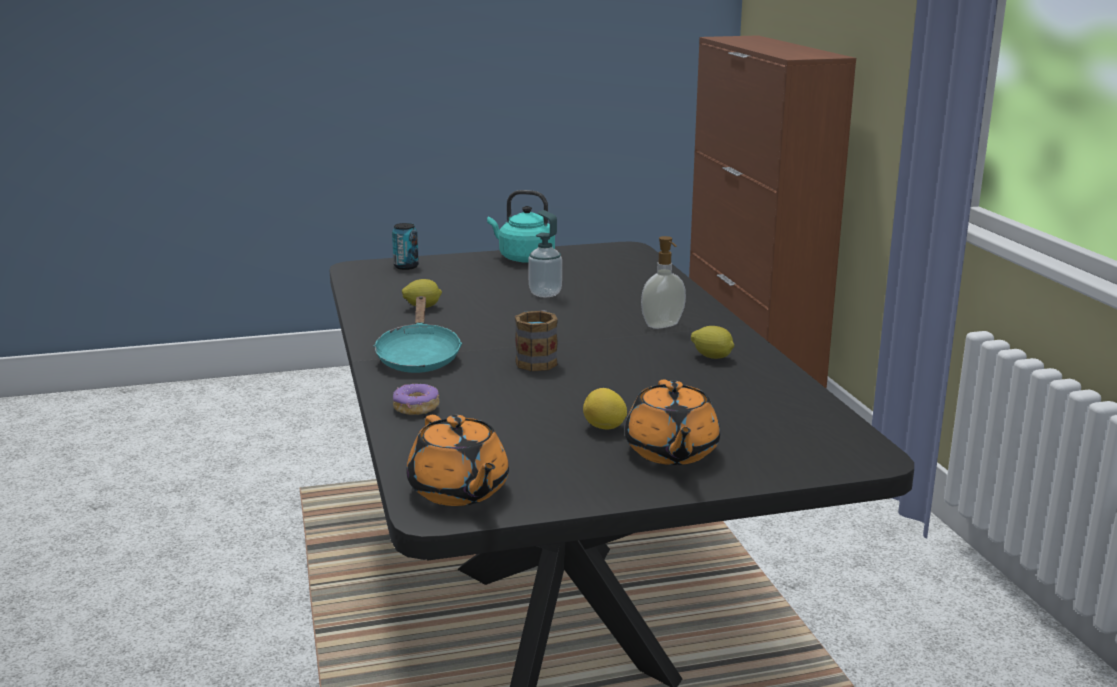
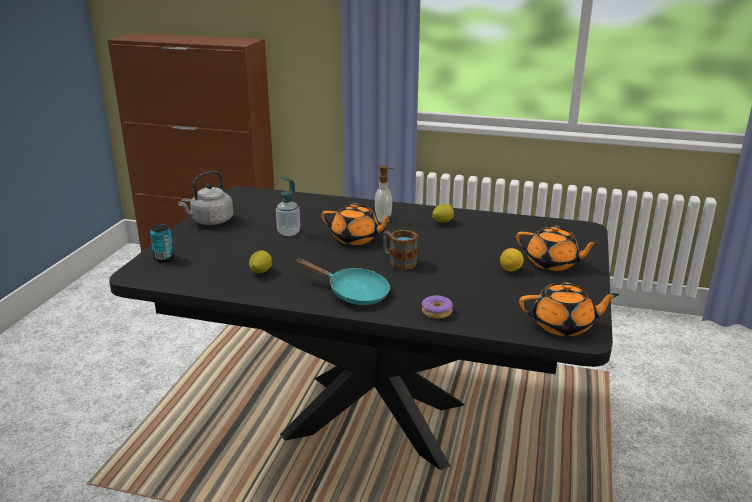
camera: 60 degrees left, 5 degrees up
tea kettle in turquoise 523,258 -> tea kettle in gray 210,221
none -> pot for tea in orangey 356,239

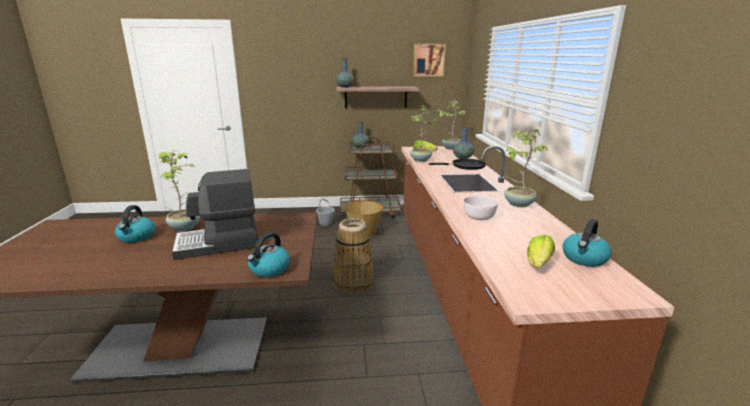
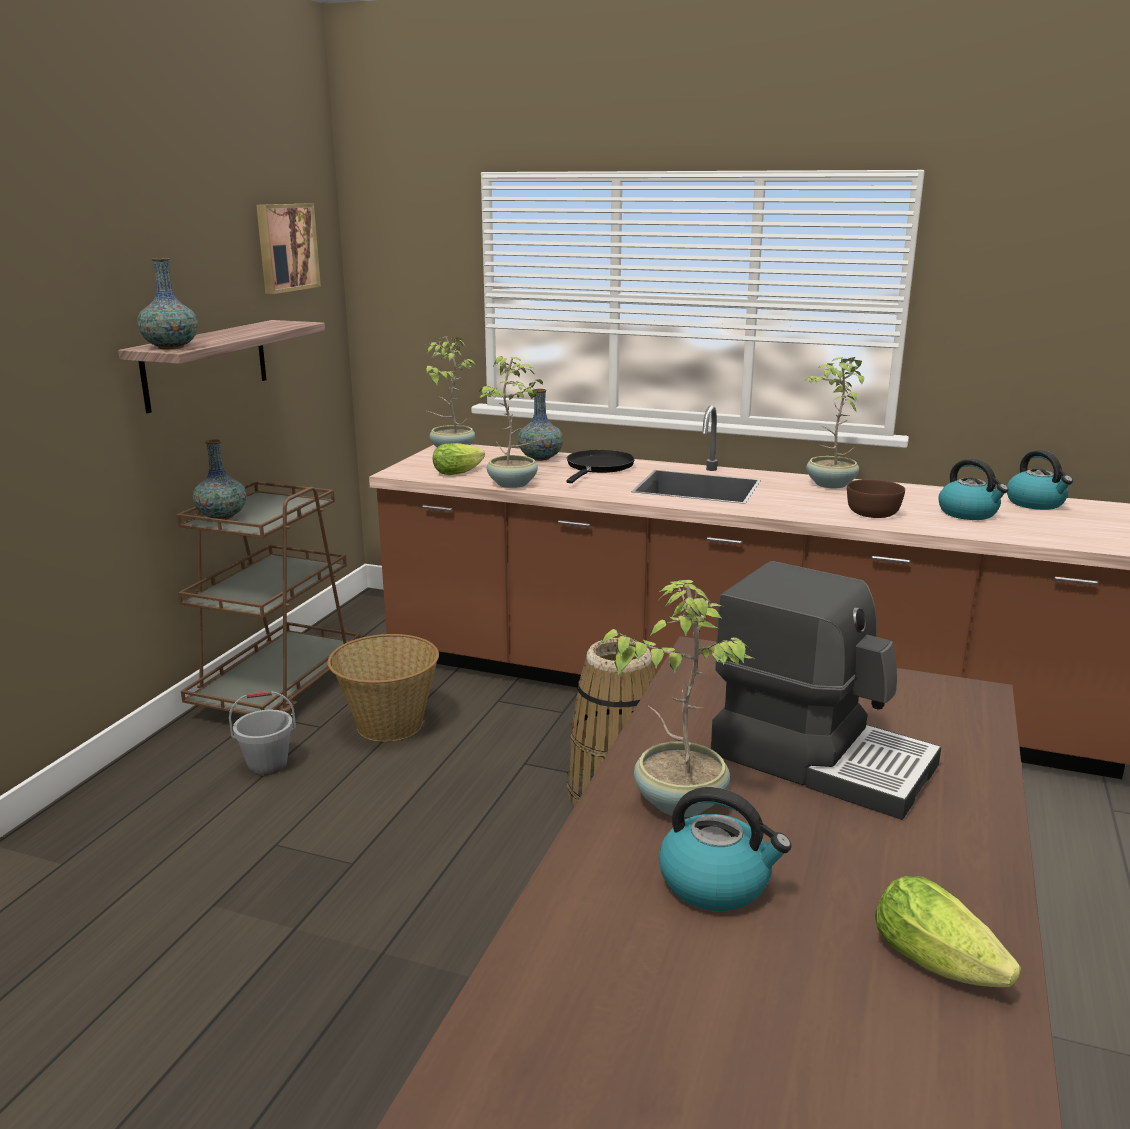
camera: 65 degrees left, 0 degrees up
coffee brewer 218,244 -> coffee brewer 821,758, 60 degrees counterclockwise
serving bowl in white 479,216 -> serving bowl in brown 873,513
tea kettle 269,269 -> tea kettle 968,513, shifted
head of lettuce 538,264 -> head of lettuce 942,965, shifted

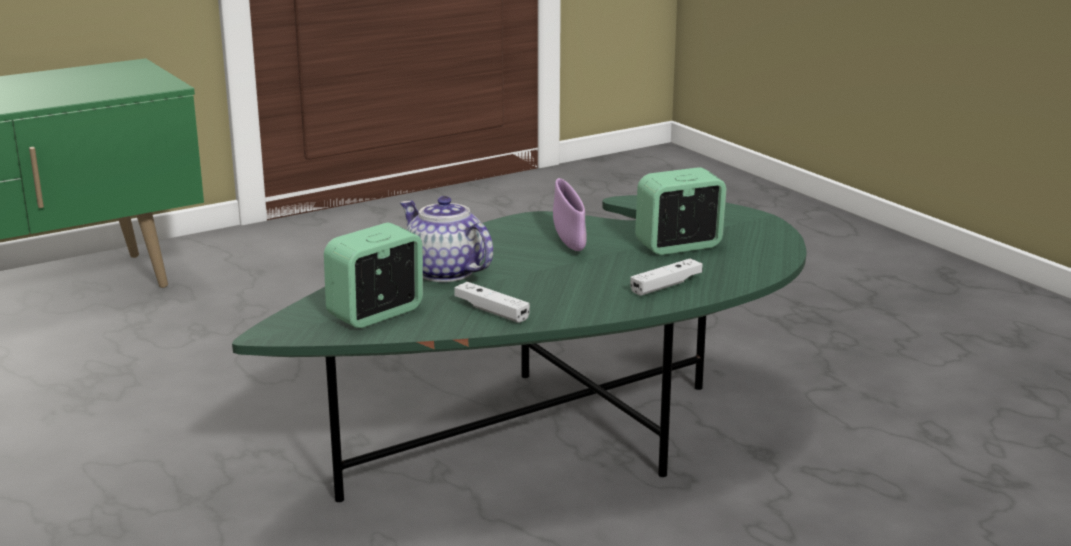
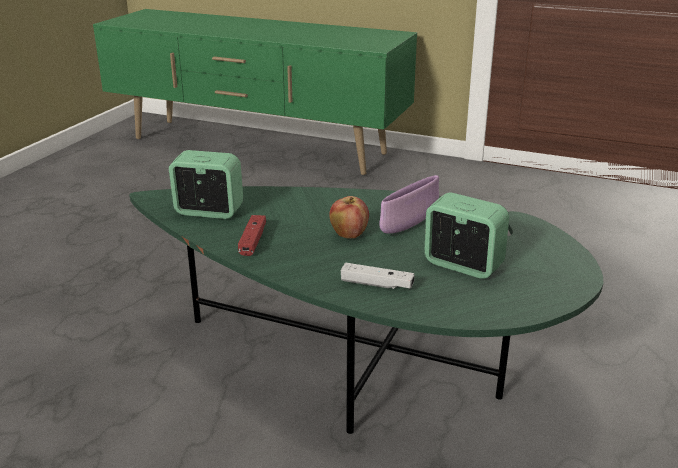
camera: 55 degrees right, 5 degrees up
pot for tea 444,272 -> none
joypad in white 491,311 -> joypad in red-coloured 252,241
none -> apple 349,235

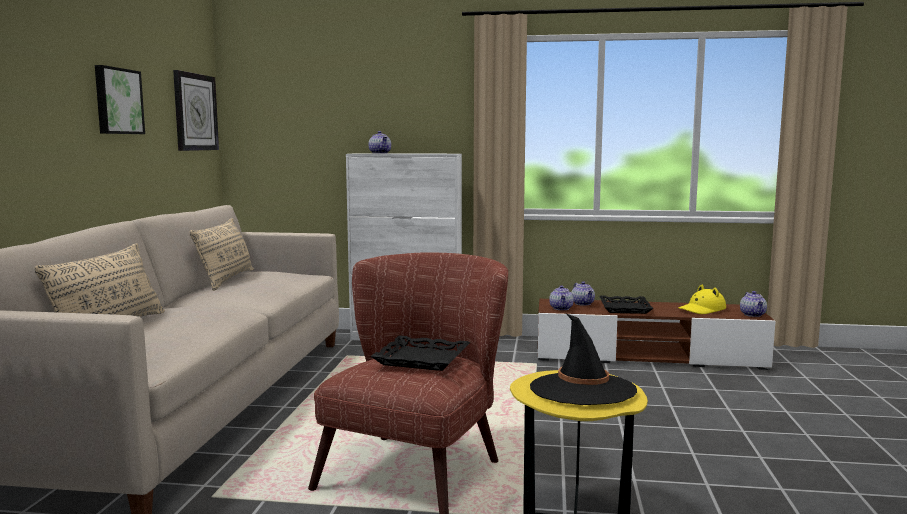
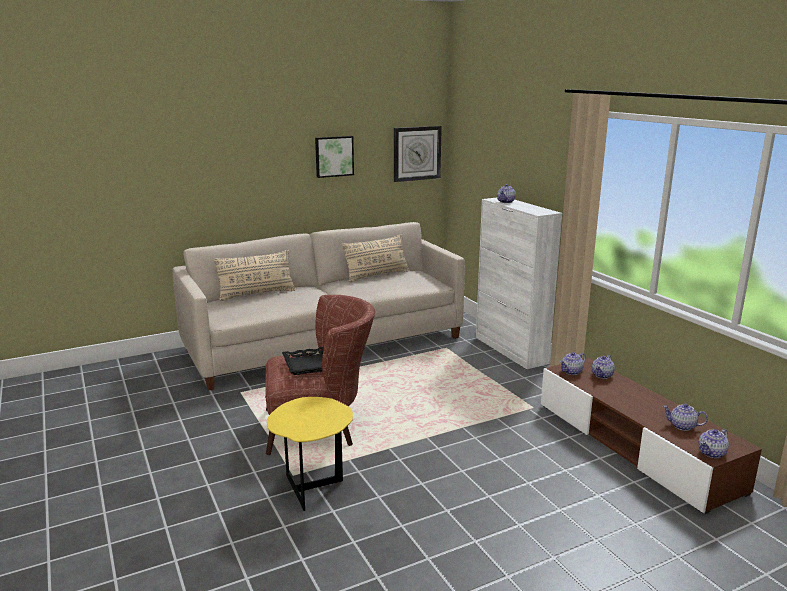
camera: 55 degrees right, 10 degrees up
wearable hat in yellow-coloured 702,310 -> pot for tea 682,426
carrying tray in blackish 625,308 -> none
wearable hat in blackish 582,389 -> none

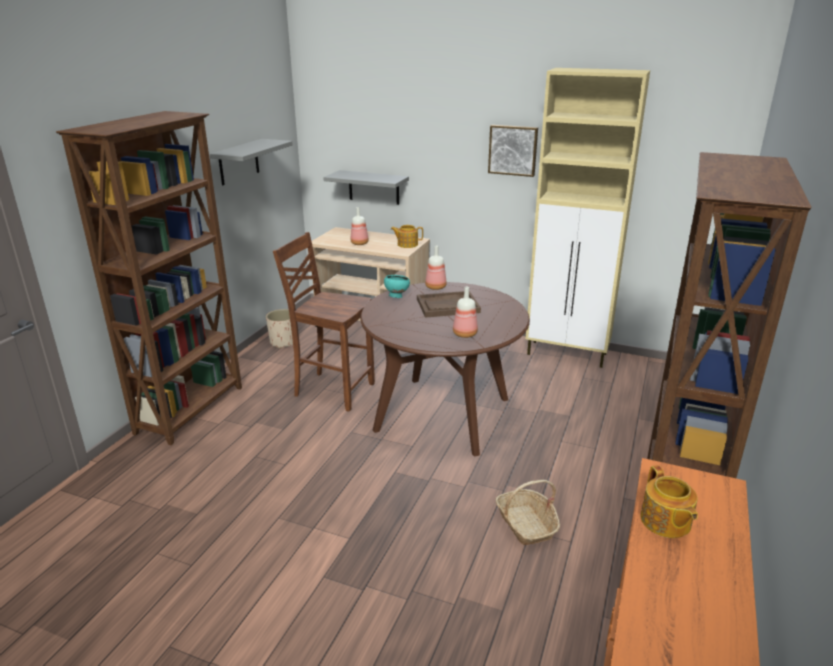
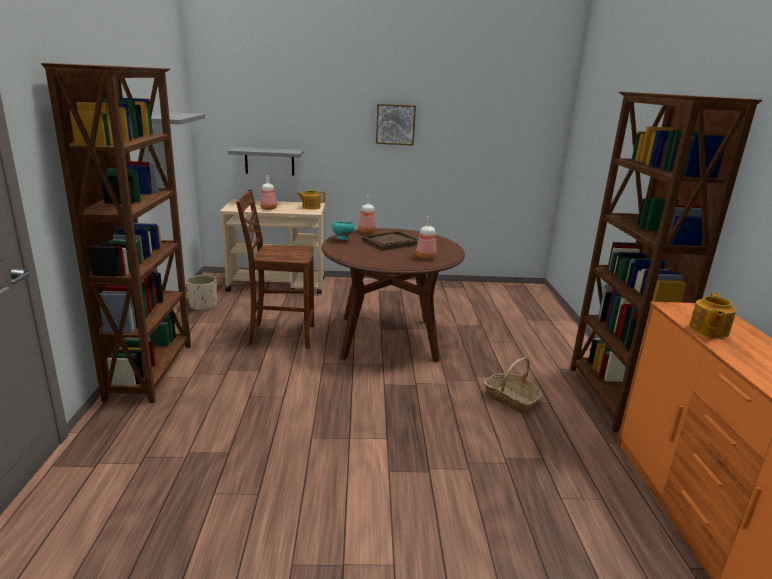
camera: 25 degrees left, 5 degrees down
cabinet in beige 567,354 -> none
pot for tea 665,522 -> pot for tea 708,330, 60 degrees clockwise

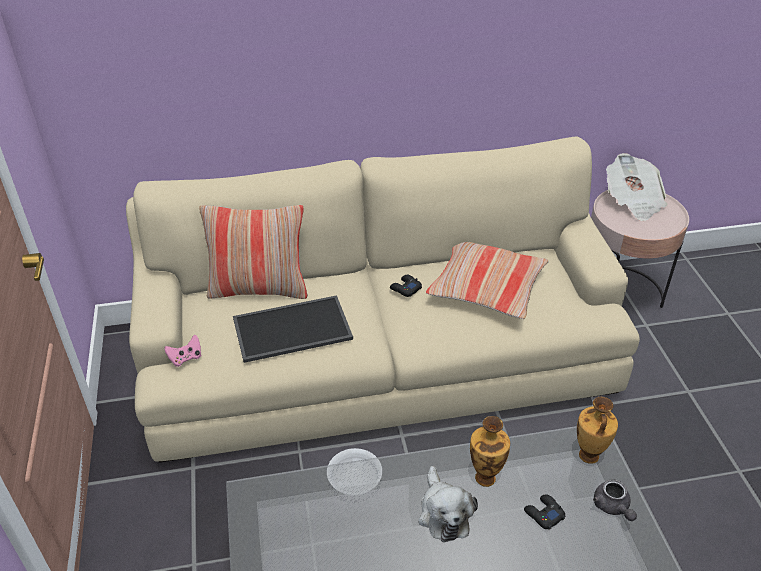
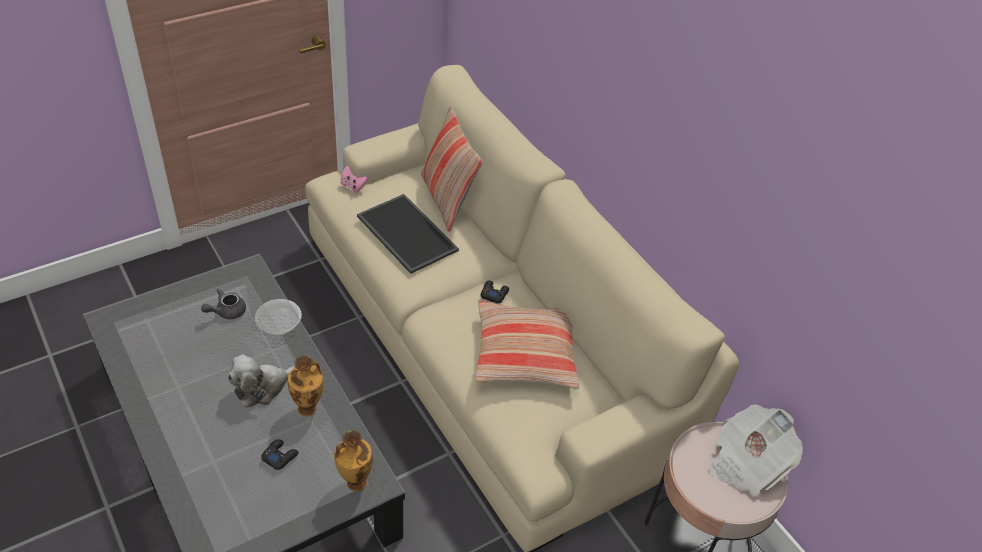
camera: 65 degrees right, 5 degrees up
pot for tea in gray 612,507 -> pot for tea in gray 226,311, shifted

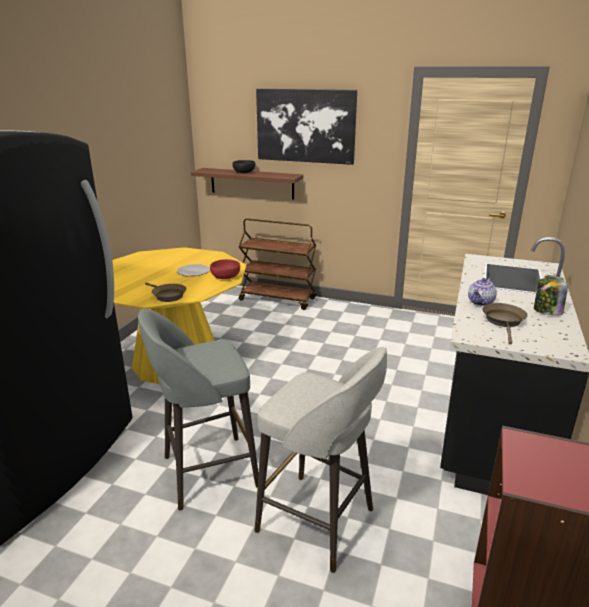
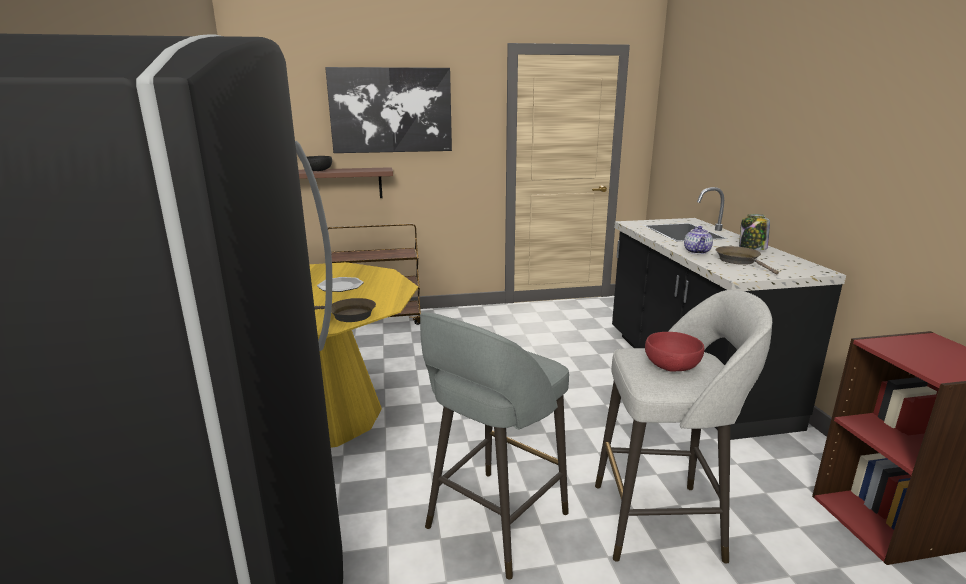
camera: 30 degrees left, 5 degrees down
serving bowl in red-coloured 226,277 -> serving bowl in red-coloured 672,365, shifted

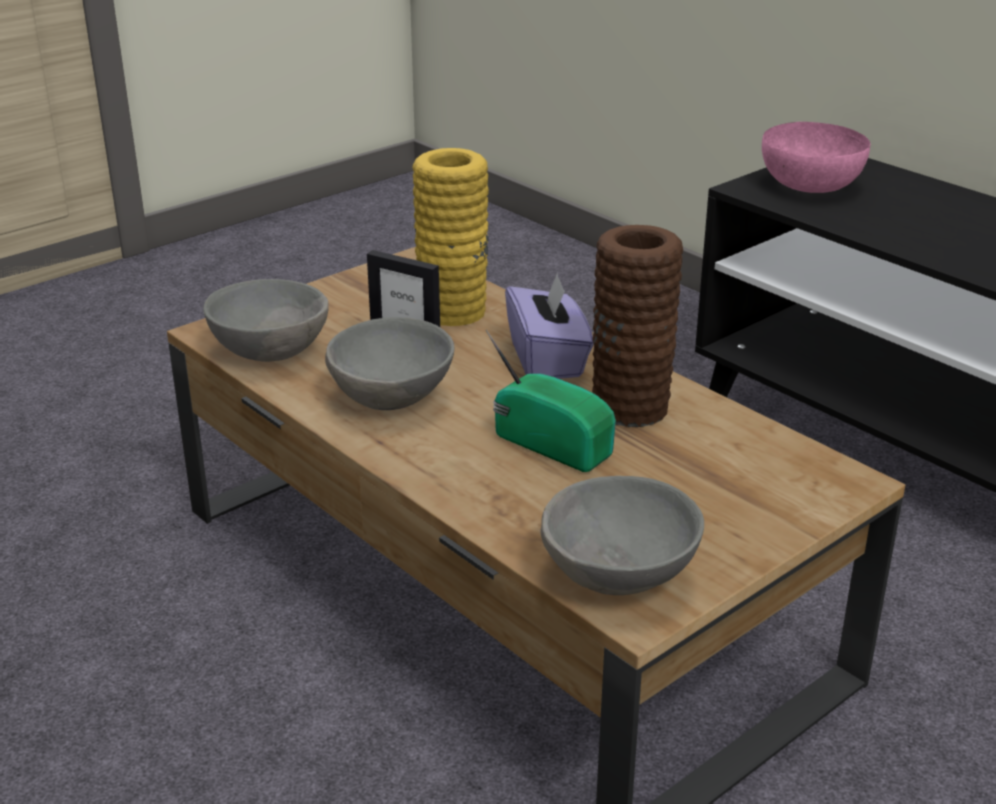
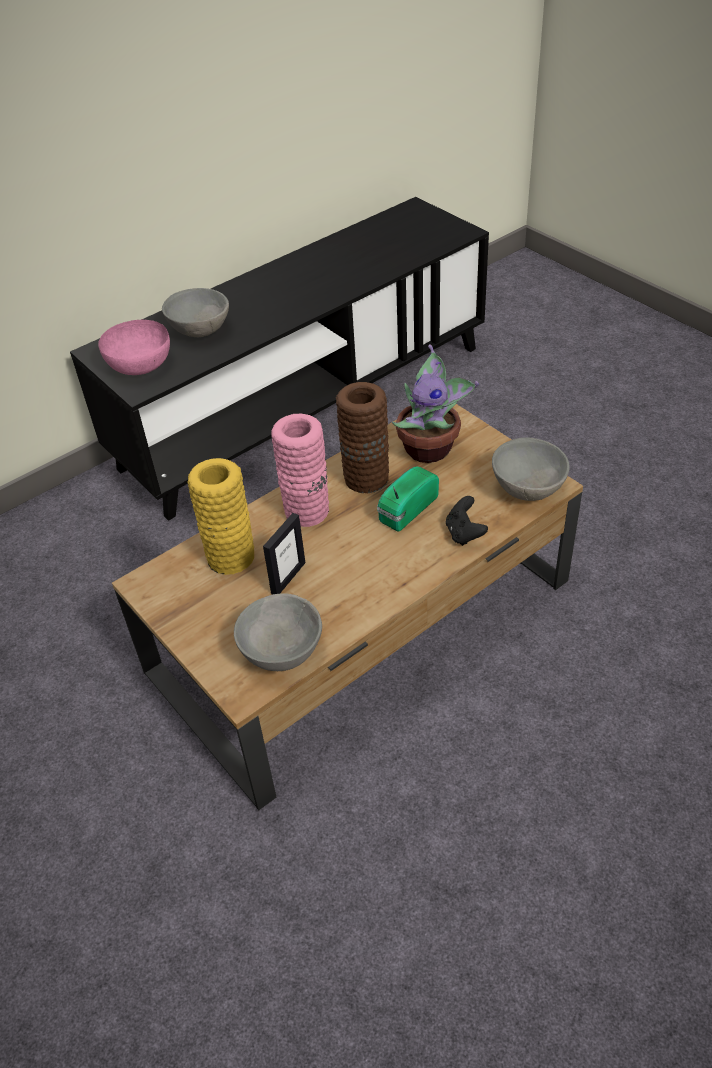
camera: 85 degrees left, 15 degrees up
tissue holder in purple 547,359 -> flower vase in pink-coloured 307,511
serving bowl in gray 394,399 -> serving bowl in gray 200,330, shifted
none -> plant in a pot 431,449
none -> joypad in blackish 464,533

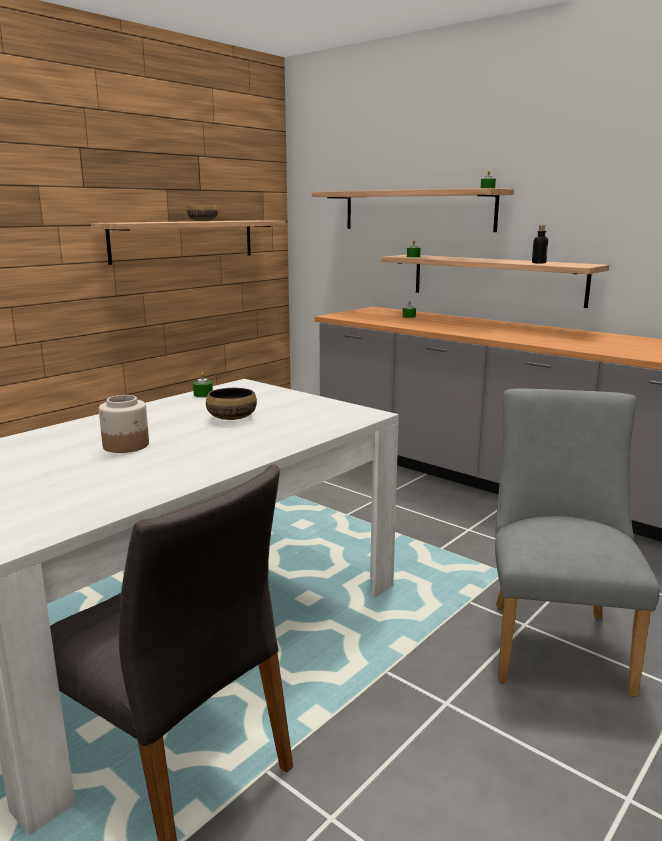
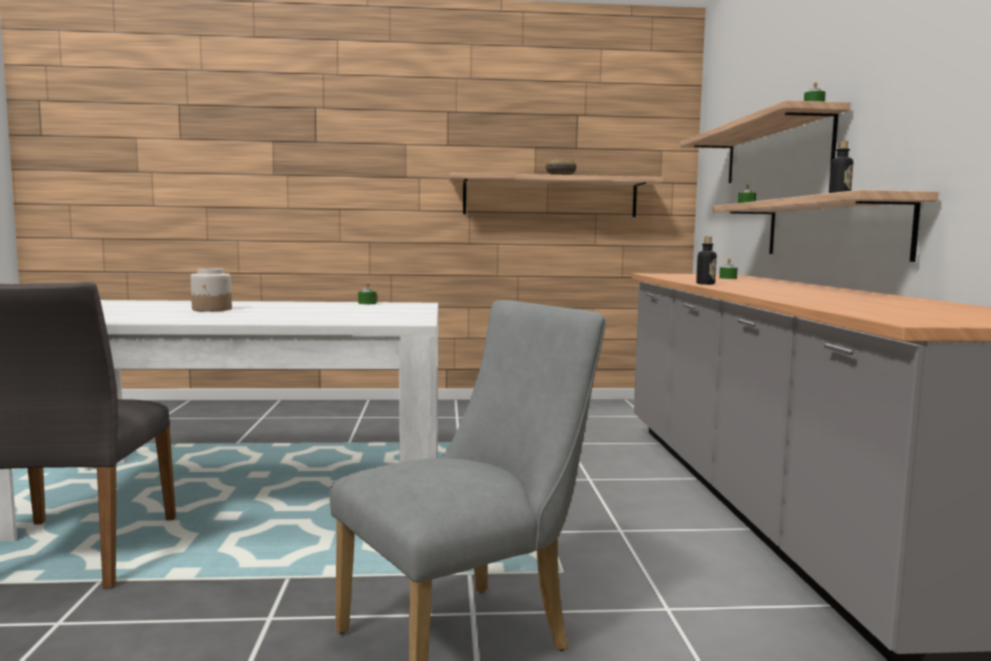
camera: 45 degrees right, 10 degrees down
serving bowl 231,417 -> none
none -> drink bottle 705,284

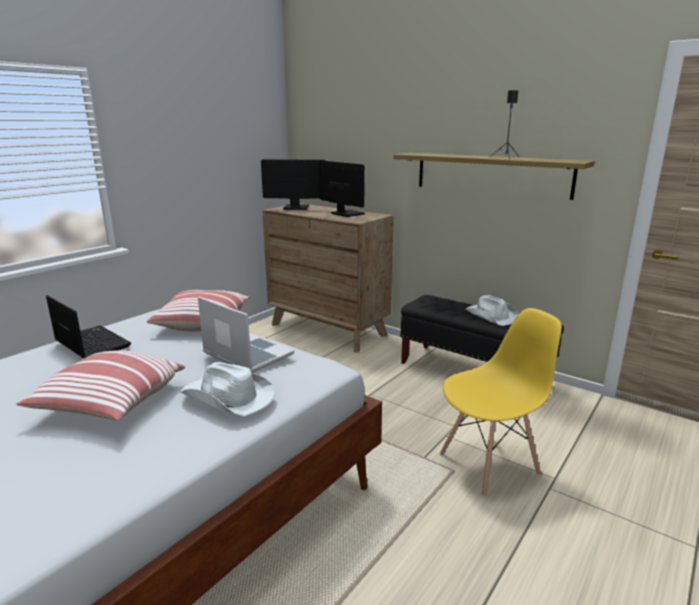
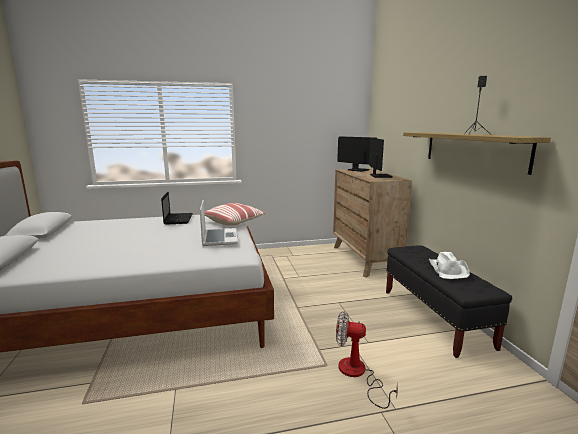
camera: 40 degrees right, 5 degrees down
chair in yellow-coloured 489,464 -> electric fan 357,374
pillow 109,403 -> none
wearable hat in white 228,397 -> none

